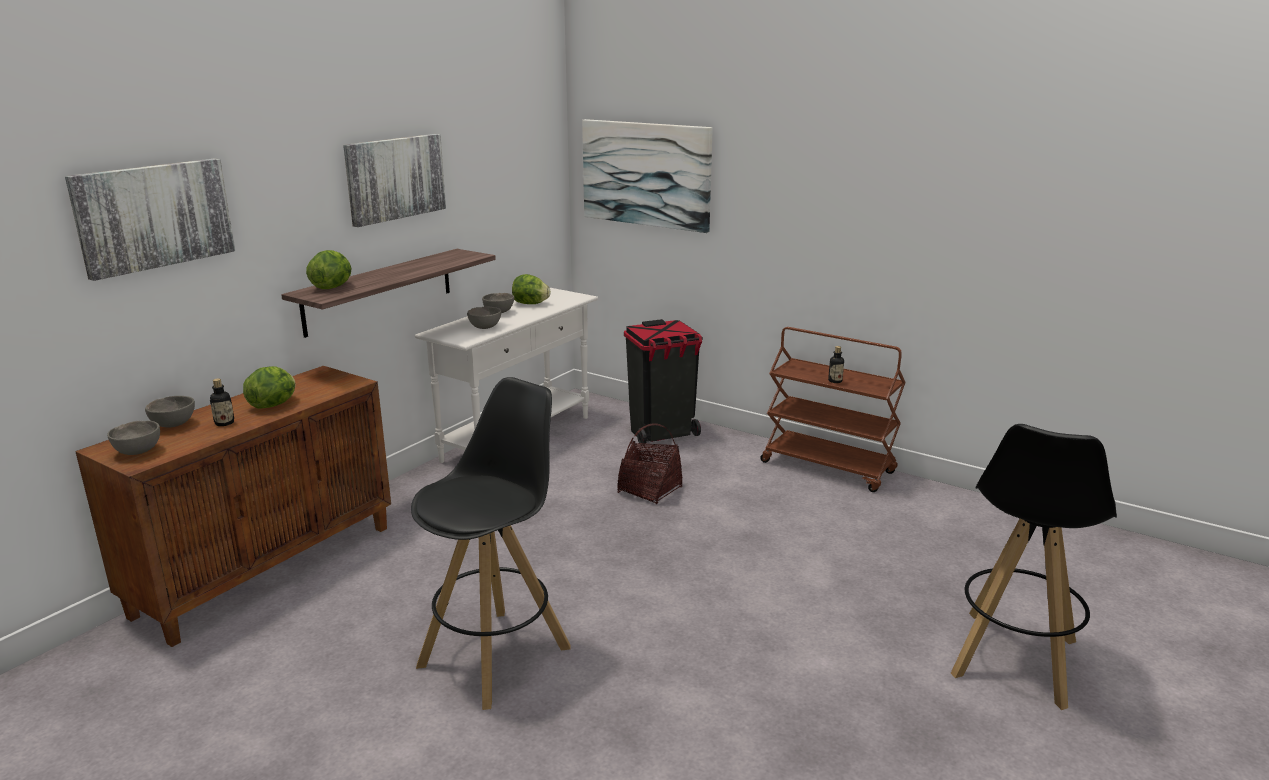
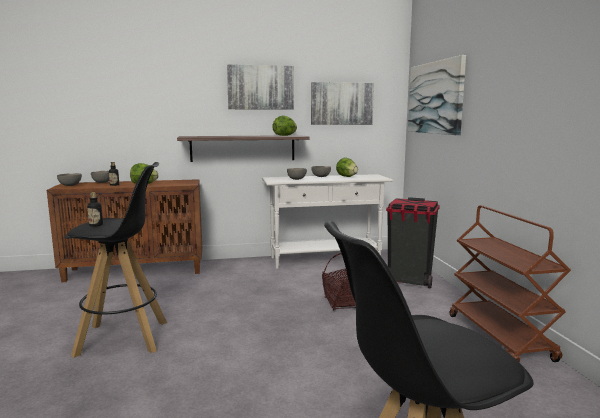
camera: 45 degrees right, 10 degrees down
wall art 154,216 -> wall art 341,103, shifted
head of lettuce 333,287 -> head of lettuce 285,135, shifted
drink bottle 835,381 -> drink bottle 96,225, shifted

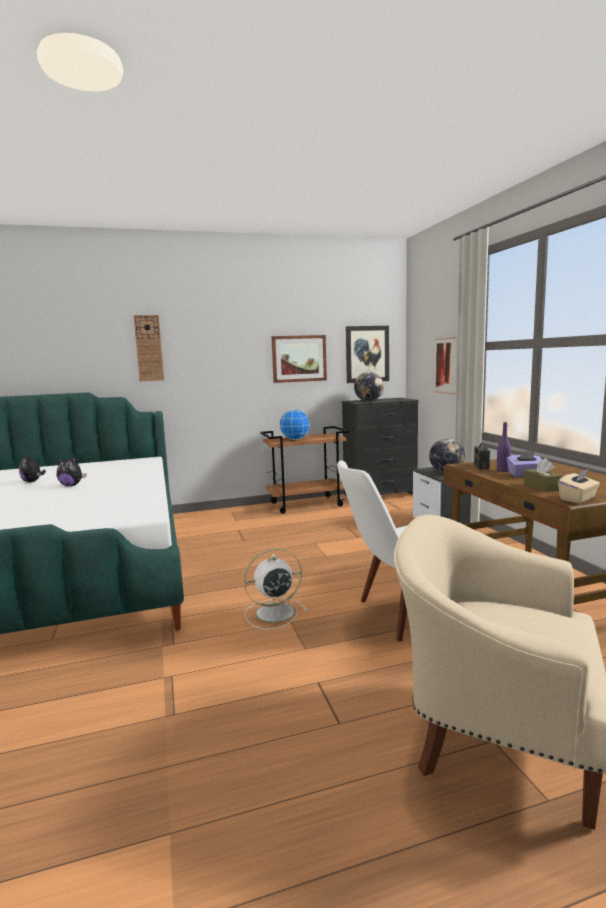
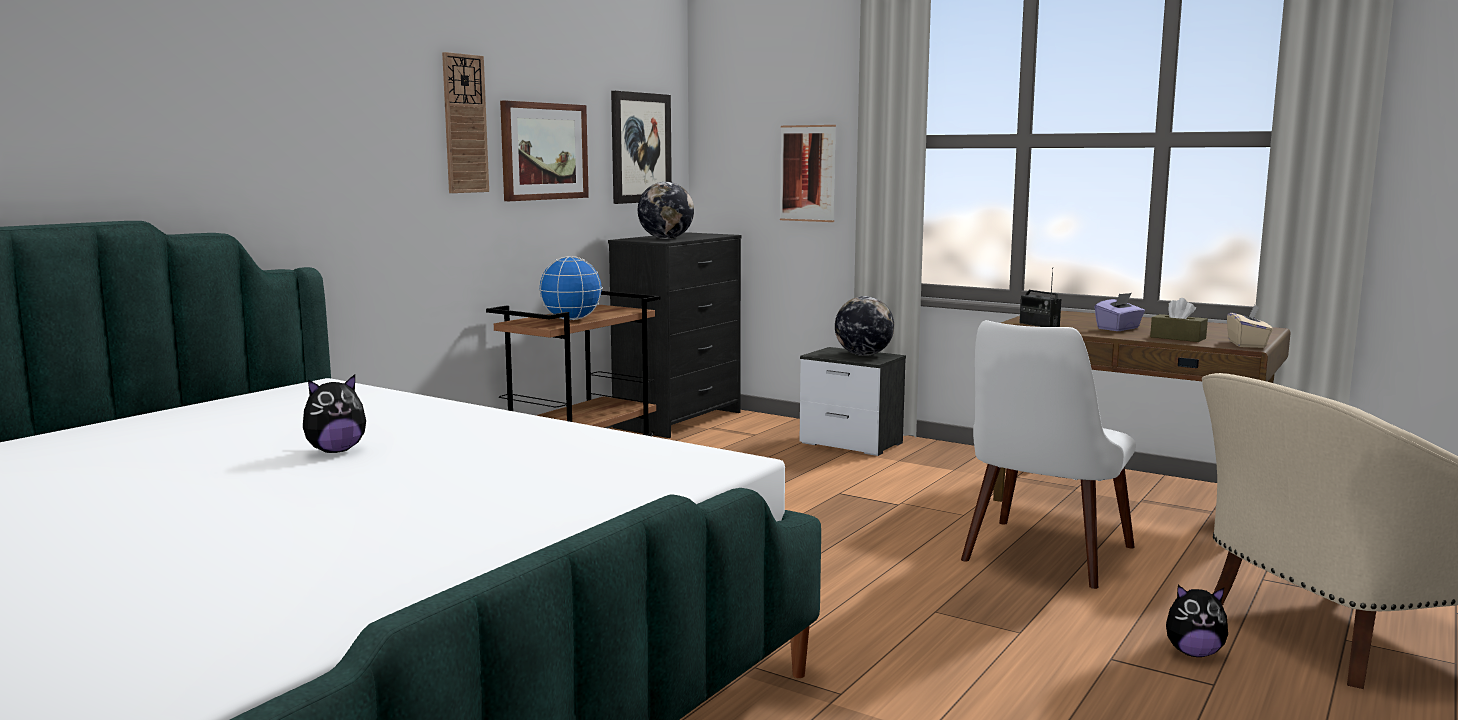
camera: 40 degrees left, 0 degrees up
wall clock 149,348 -> wall clock 465,124, shifted
drink bottle in purple 503,470 -> none
cuddly toy 33,481 -> cuddly toy 1193,653, shifted
electric fan in white 273,613 -> none

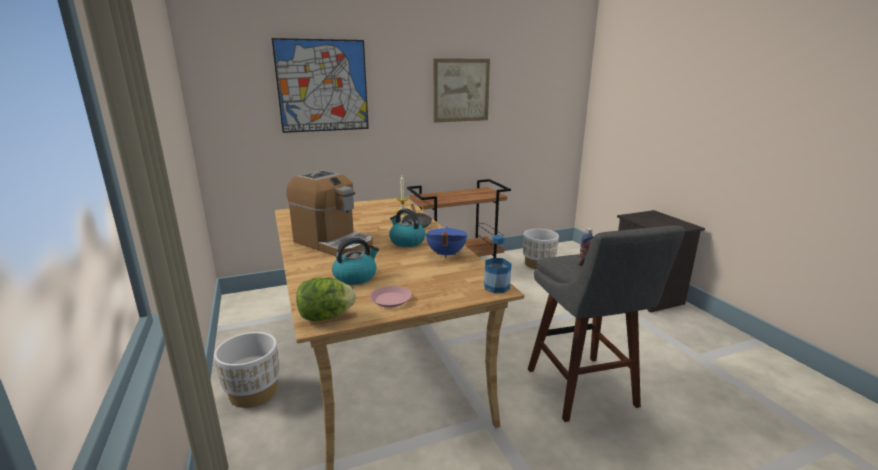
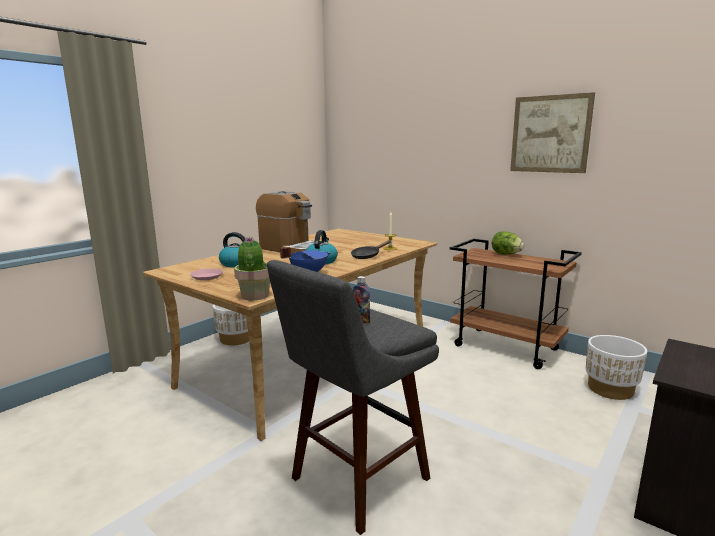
camera: 60 degrees right, 5 degrees down
wall art 323,86 -> none
coffee brewer 333,243 -> coffee brewer 292,249, 60 degrees counterclockwise
drink bottle 496,287 -> plant in a pot 255,296
head of lettuce 325,317 -> head of lettuce 506,254, shifted

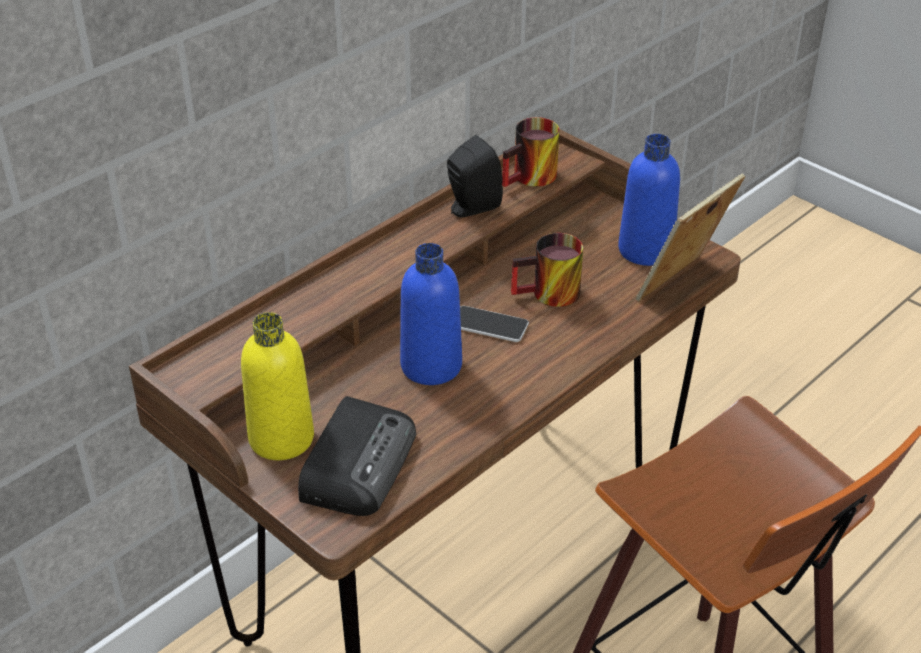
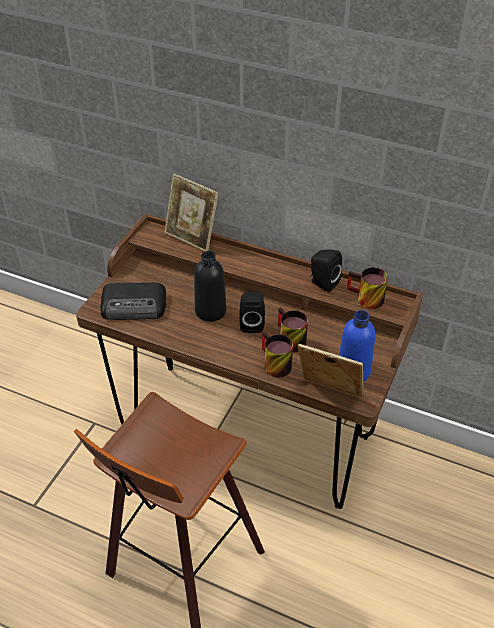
camera: 70 degrees right, 5 degrees up
drink bottle in blue 431,366 -> drink bottle in blackish 210,311
phone 489,325 -> loudspeaker in blackish 251,323
drink bottle in yellow-coloured 281,438 -> none
none -> picture frame 192,237
none -> tea mug 273,364

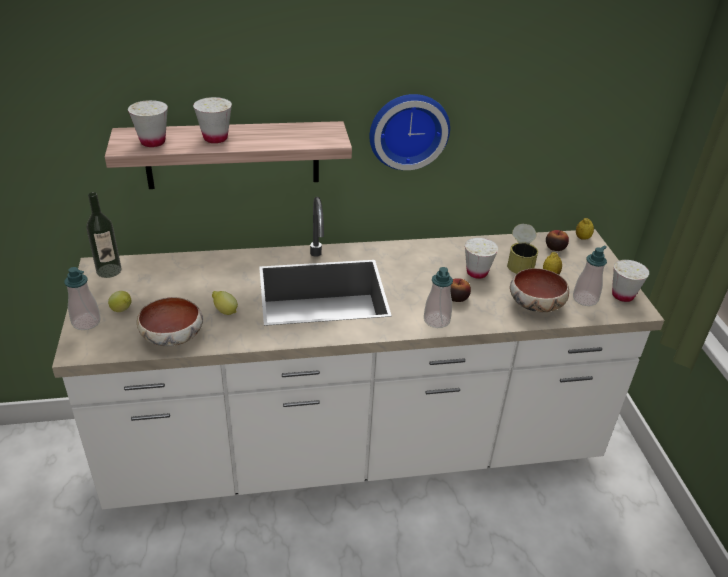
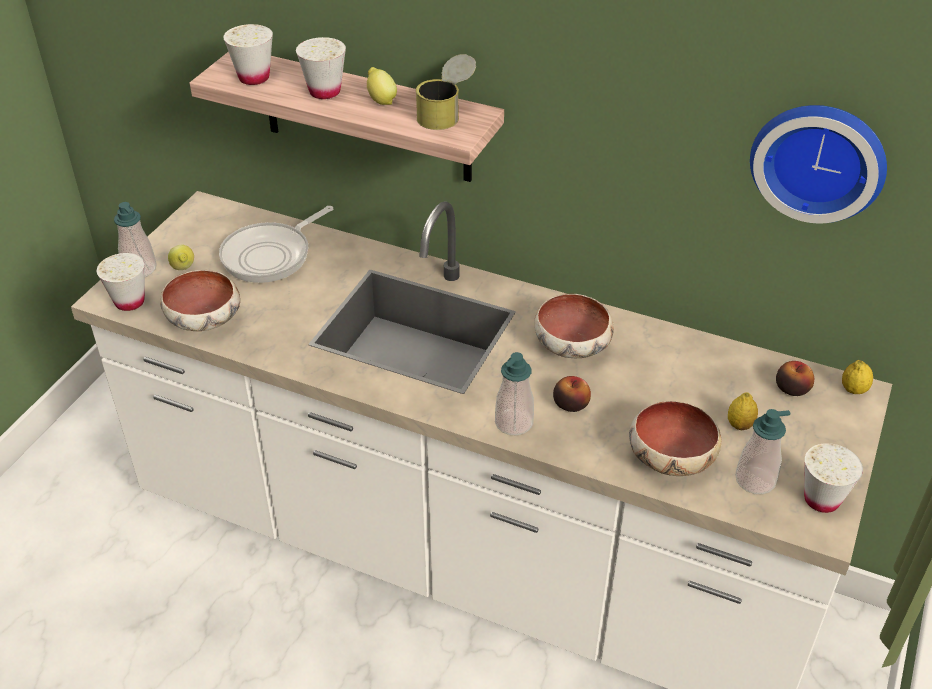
camera: 35 degrees right, 5 degrees up
wall clock 408,130 -> wall clock 819,159, shifted
drink bottle 109,271 -> none
metal can 520,262 -> metal can 447,113, shifted
drinking cup in white 477,272 -> drinking cup in white 129,302, shifted
citrus fruit 225,311 -> citrus fruit 381,100, shifted
none -> pan 271,255
none -> serving bowl 573,346

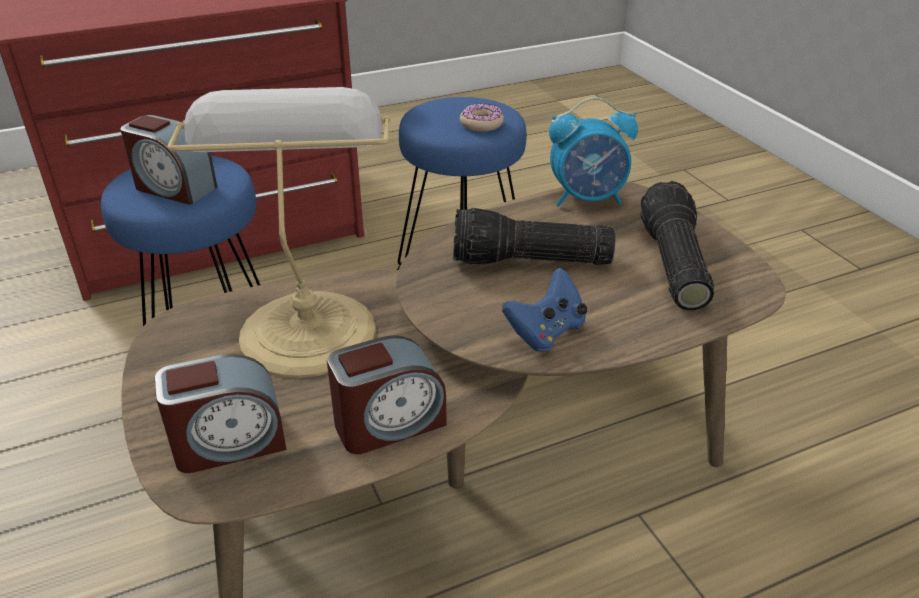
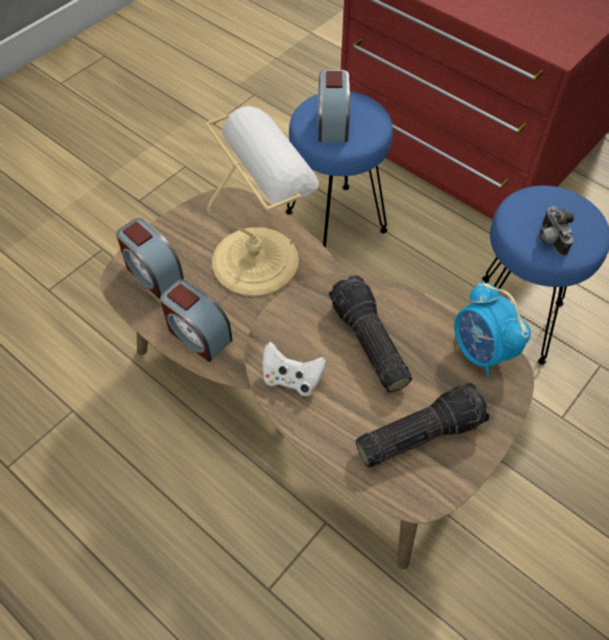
camera: 65 degrees right, 20 degrees up
ring doughnut 481,124 -> still camera 549,240
joypad in blue 546,332 -> joypad in white 291,379

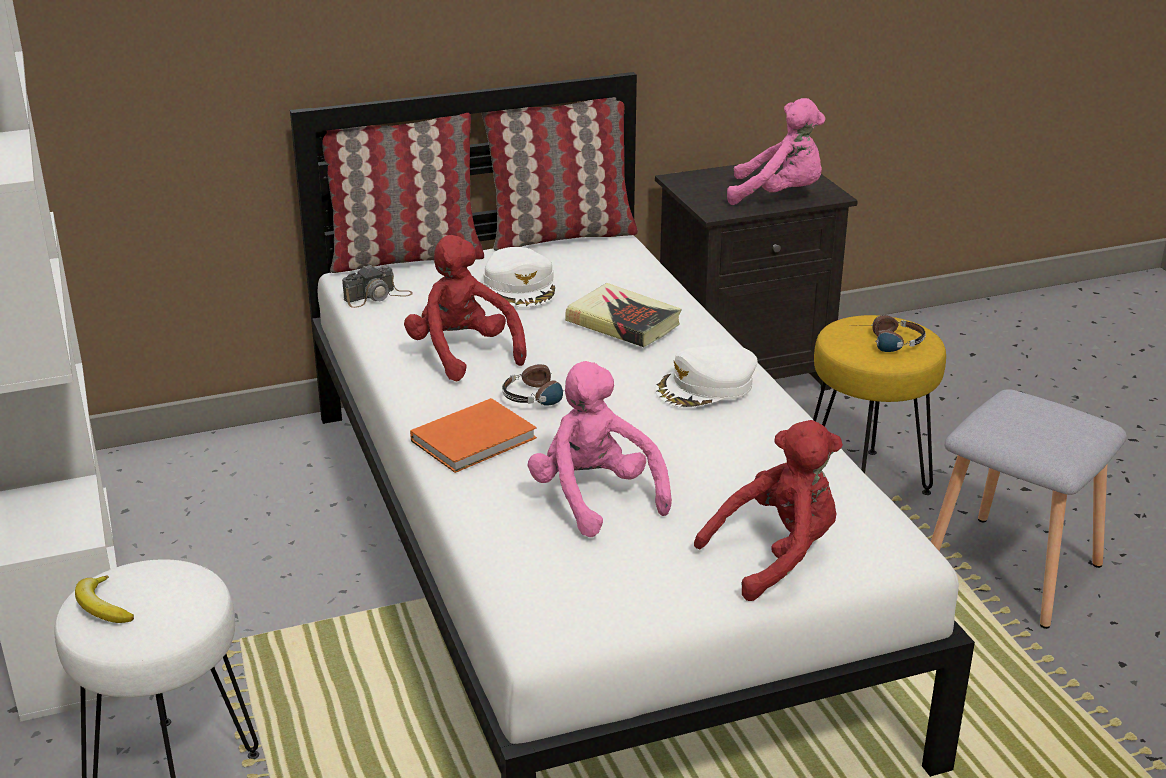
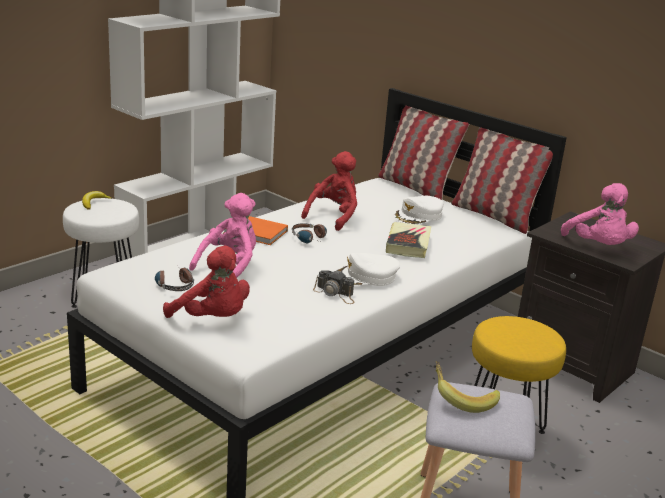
camera: 60 degrees right, 5 degrees down
still camera 378,297 -> still camera 335,294, shifted
headphones 886,343 -> headphones 173,284, shifted
baseball cap in white 706,386 -> baseball cap in white 366,277, 45 degrees counterclockwise
none -> banana fruit 462,399

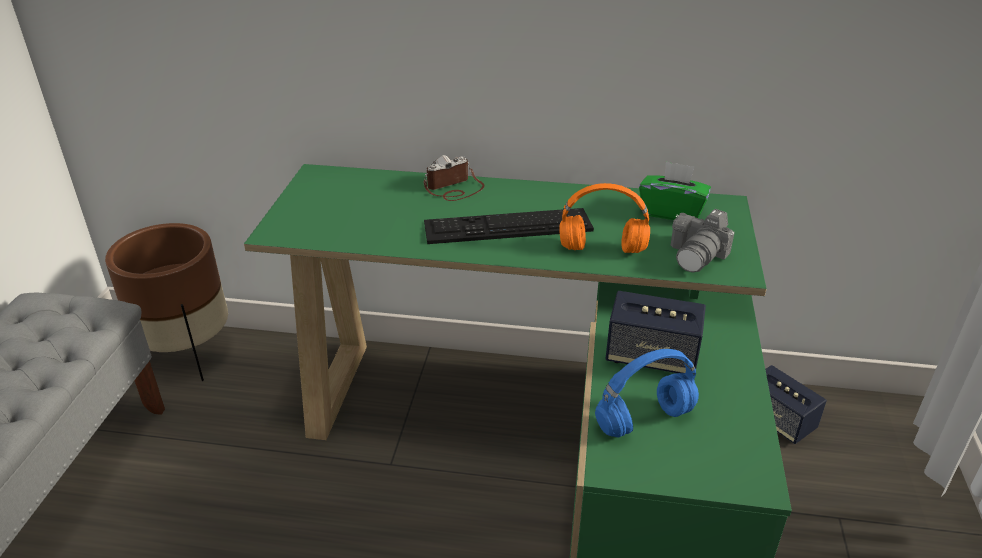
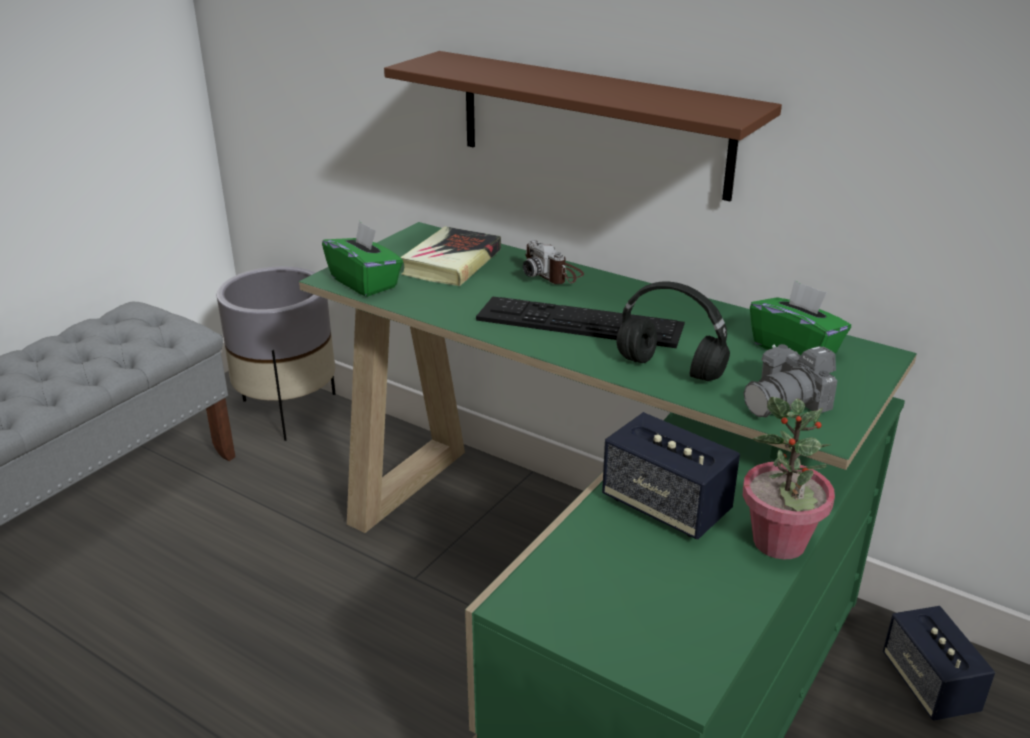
camera: 25 degrees right, 5 degrees down
still camera 454,188 -> still camera 553,274, 120 degrees counterclockwise
headphones in orangey 604,249 -> headphones in blackish 672,369
planter in brown 187,353 -> planter in gray 288,411
headphones in blue 645,419 -> none
none -> wall shelf in brown 592,123
none -> tissue holder in green 365,282
none -> bound book 452,263
none -> plant in a pot 779,543

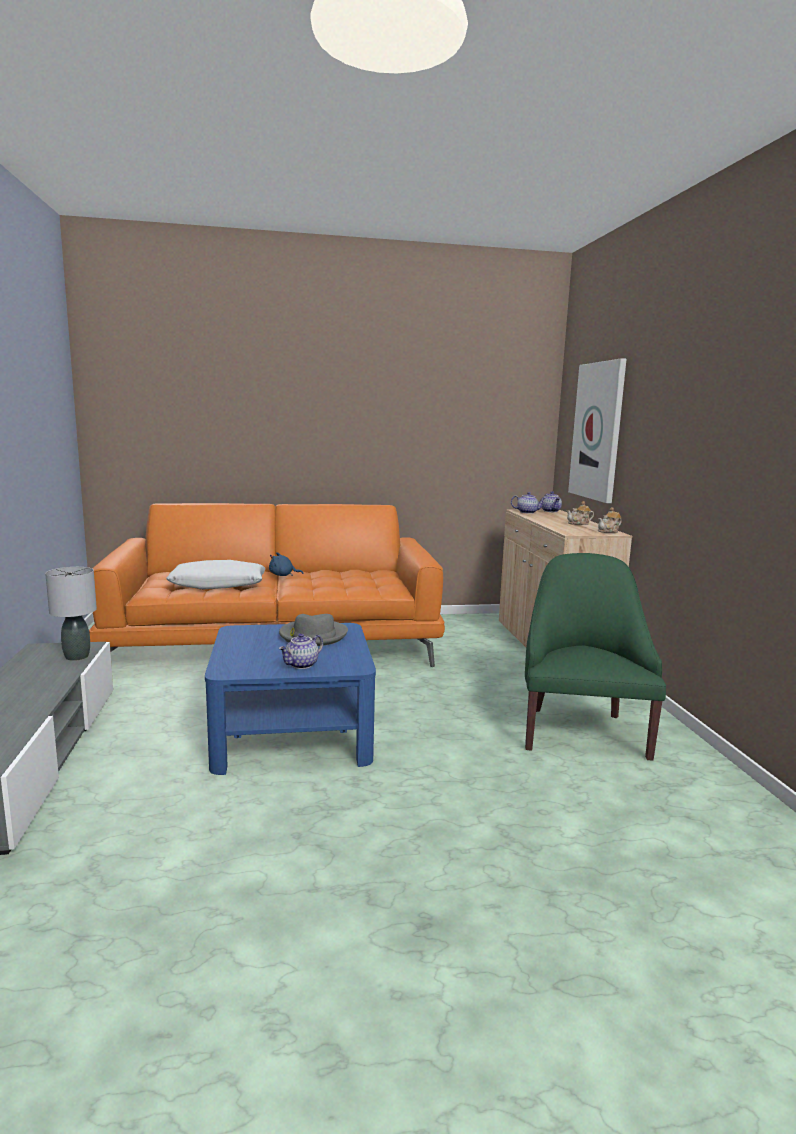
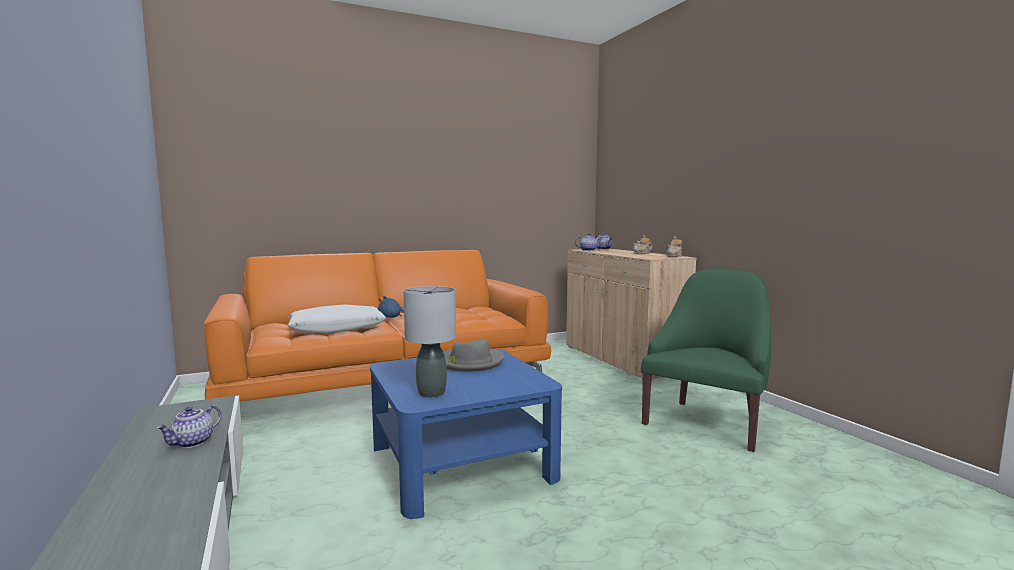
camera: 15 degrees left, 5 degrees down
wall art 598,431 -> none
easy chair in green 581,731 -> easy chair in green 706,422, 45 degrees clockwise
lamp for a table in gray 76,657 -> lamp for a table in gray 431,393, shifted
pot for tea 302,665 -> pot for tea 192,443, shifted

